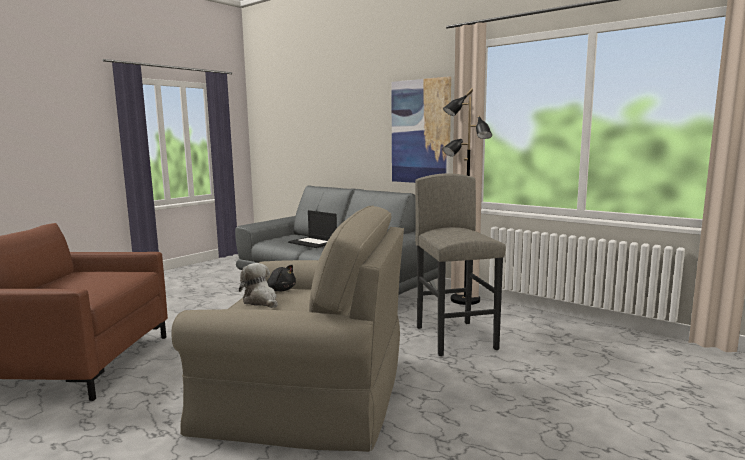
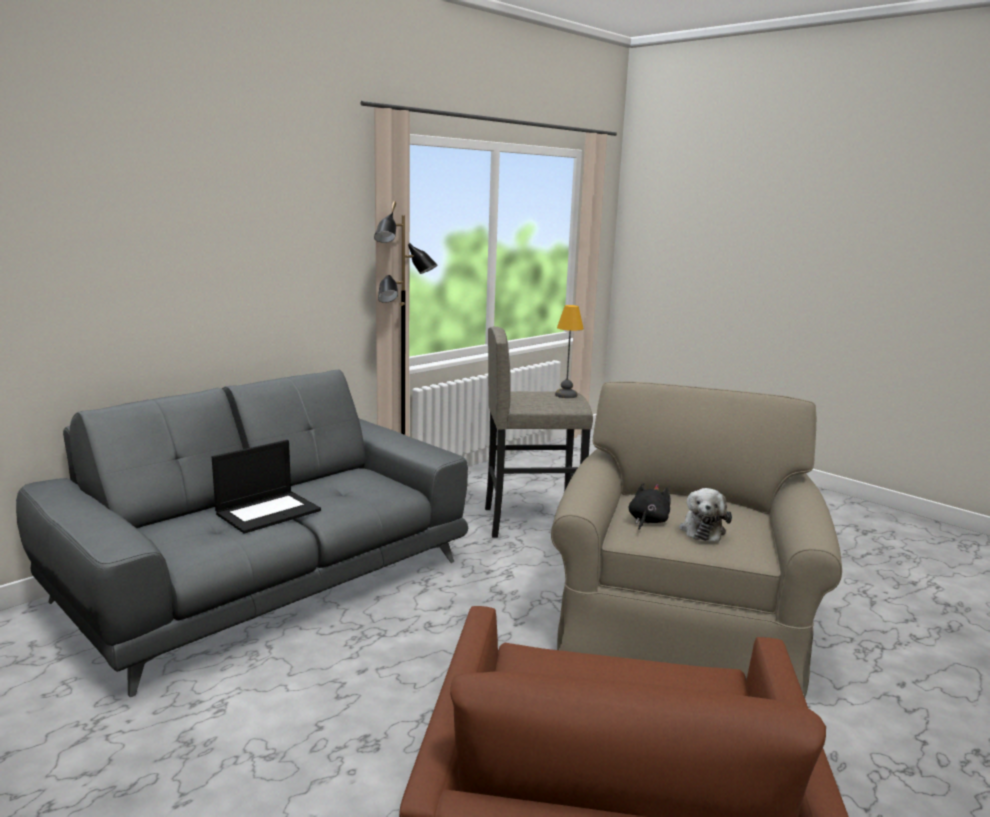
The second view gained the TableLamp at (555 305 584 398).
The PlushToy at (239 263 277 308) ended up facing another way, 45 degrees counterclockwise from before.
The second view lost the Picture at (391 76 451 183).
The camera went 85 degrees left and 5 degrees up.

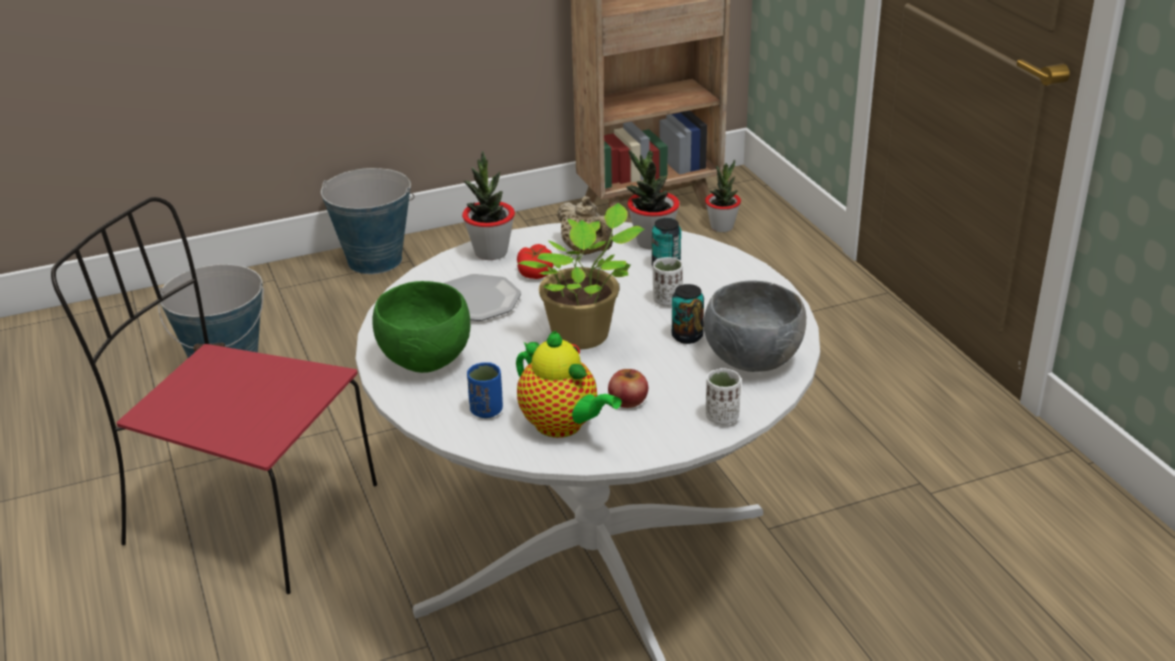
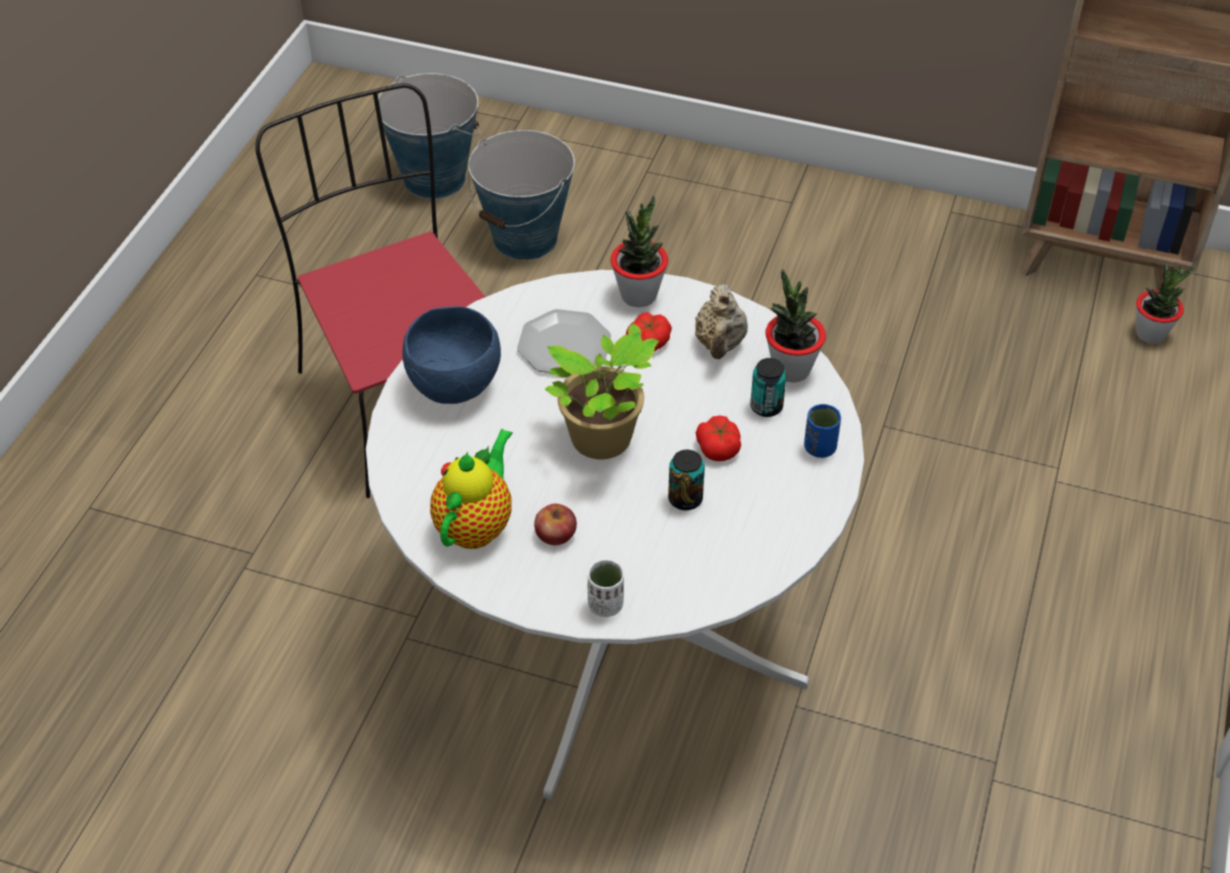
The Bucket ended up elsewhere, having gone from (321 168 415 274) to (378 73 481 199).
What was the GreenBowl at (372 281 470 373) turned into the BlueBowl at (402 306 501 404).
The Teapot at (516 331 622 438) ended up facing another way, 150 degrees counterclockwise from before.
Where the WhiteCup stood at (653 257 683 307), the Tomato came to stand at (696 416 741 461).
The BlueCup ended up elsewhere, having gone from (467 362 503 418) to (804 404 841 458).
The second view lost the GreyBowl at (703 280 806 372).
The camera went 40 degrees right and 15 degrees up.

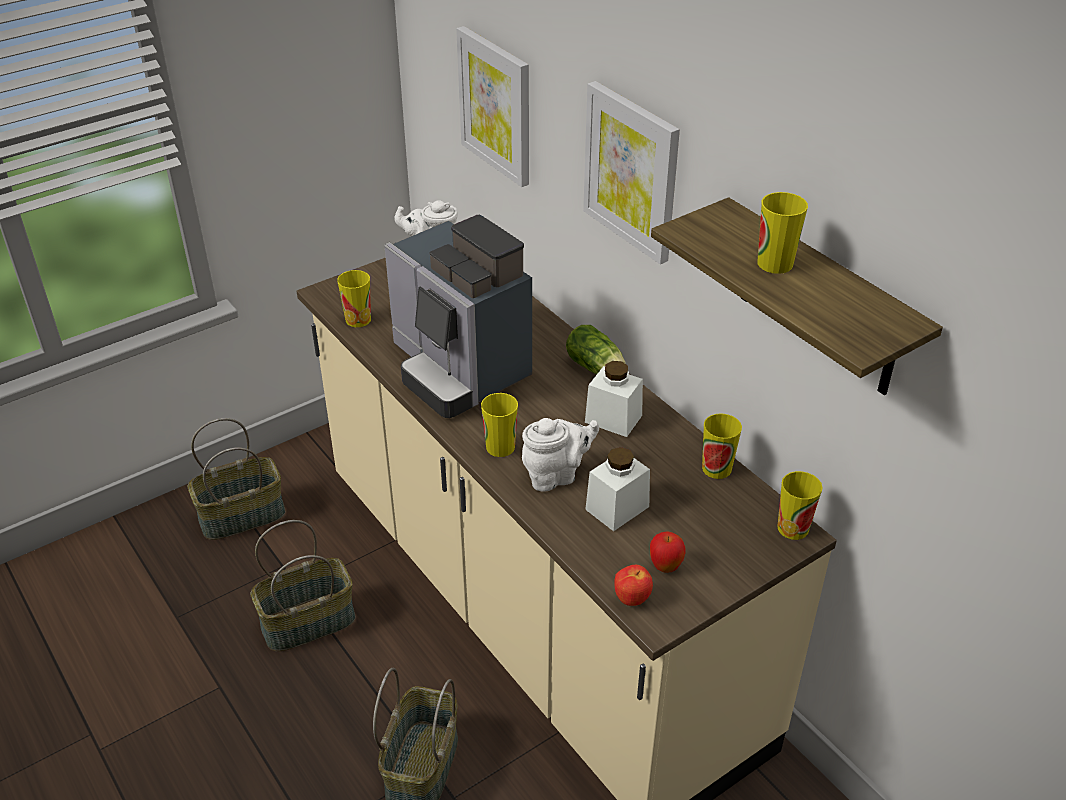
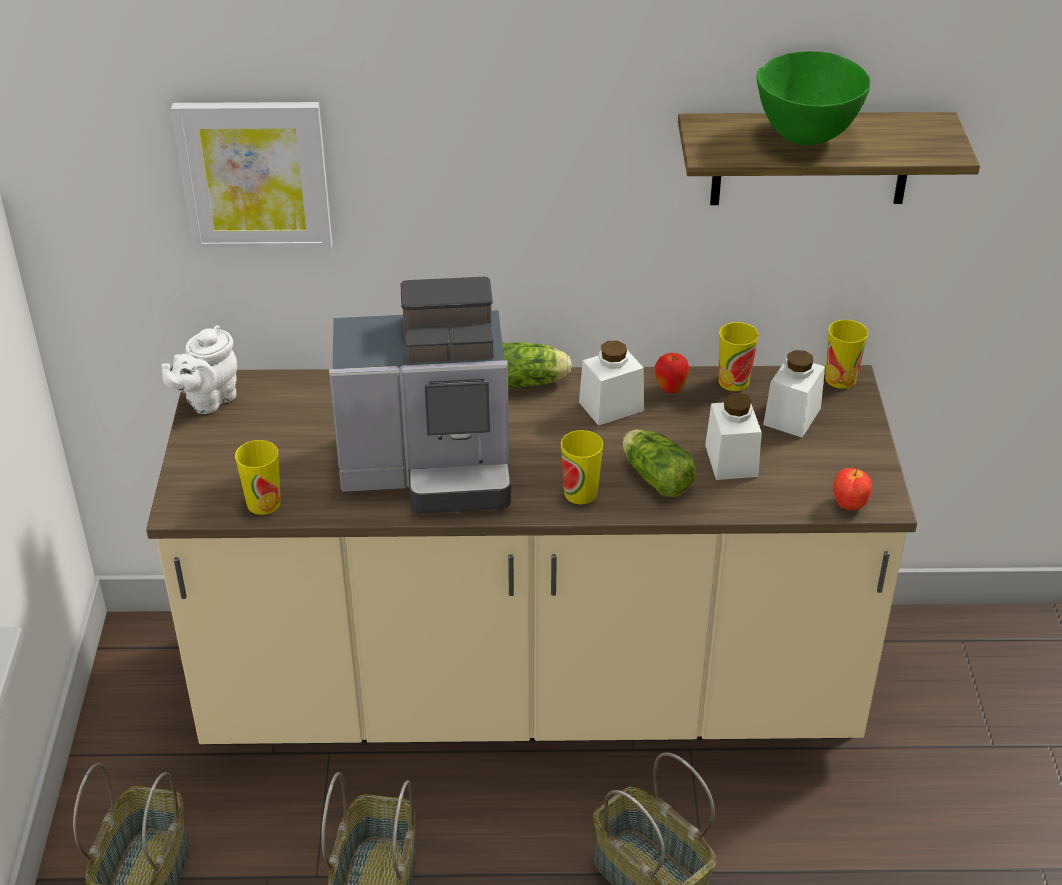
Where the WhiteTeapot stood at (522 418 599 492), the Lettuce came to stand at (623 429 697 497).
The Apple ended up elsewhere, having gone from (650 531 686 573) to (655 353 689 393).
Where the Cup stood at (758 192 808 274), the GreenBowl came to stand at (757 51 870 145).
The second view gained the WhiteJar at (763 350 825 437).
The second view lost the Picture at (583 81 680 264).
The camera went 55 degrees left and 0 degrees up.

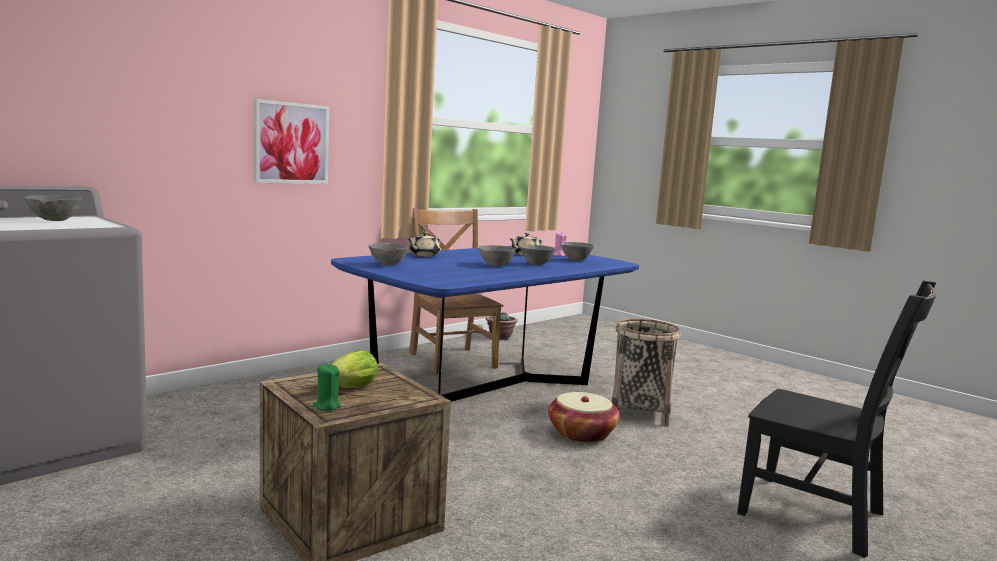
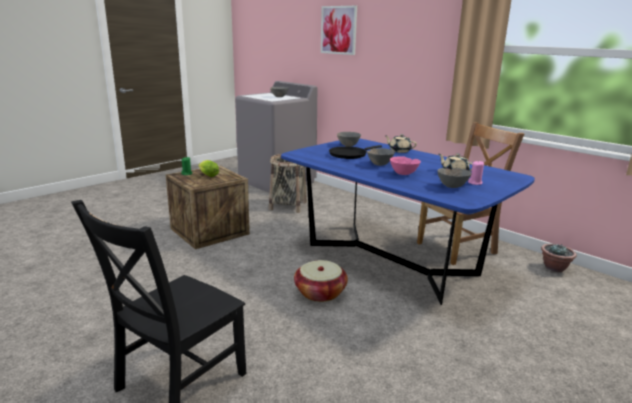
The Basket ended up elsewhere, having gone from (611 319 681 426) to (269 154 307 213).
The Picture ended up elsewhere, having gone from (254 99 329 184) to (321 6 357 55).
The second view gained the BlackFryingPan at (329 145 382 159).
What was the GreyBowl at (520 245 556 265) turned into the PinkBowl at (390 156 421 175).
The camera went 90 degrees right and 10 degrees up.

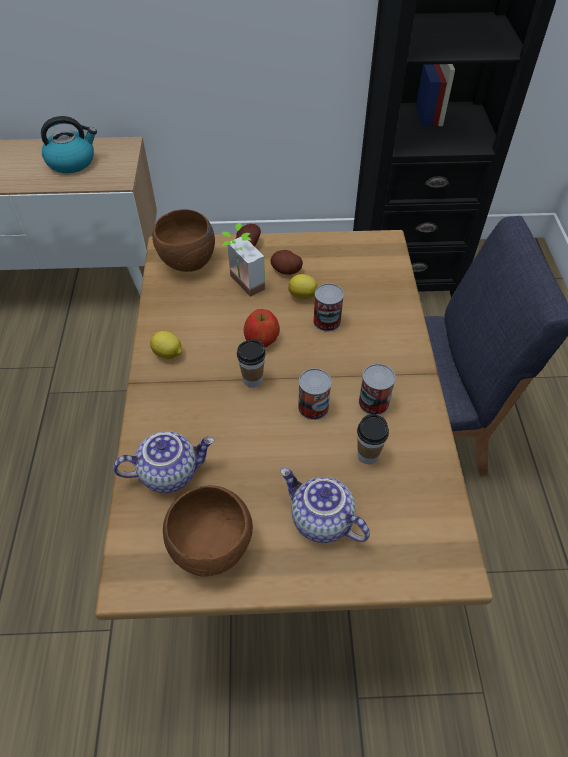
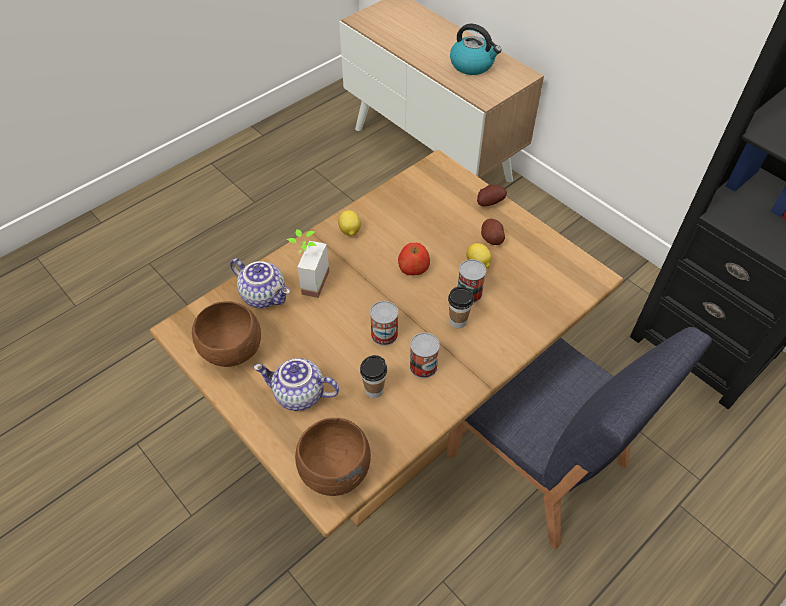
The Teapot at (280 468 370 543) ended up facing another way, 75 degrees counterclockwise from before.
The PottedPlant ended up elsewhere, having gone from (221 223 265 297) to (286 229 330 298).
The BrownBowl ended up elsewhere, having gone from (152 210 215 272) to (295 418 371 496).
The Cup ended up elsewhere, having gone from (237 340 266 388) to (448 287 474 328).
The camera went 50 degrees right and 0 degrees up.

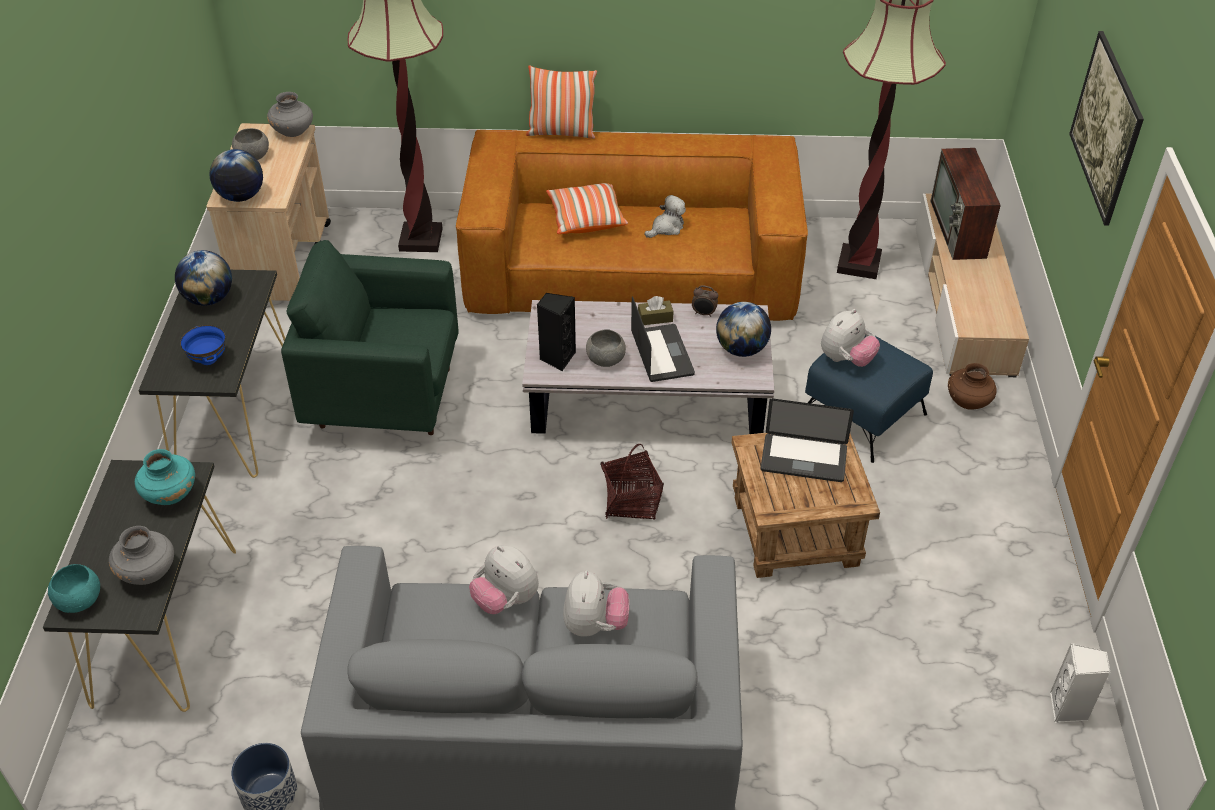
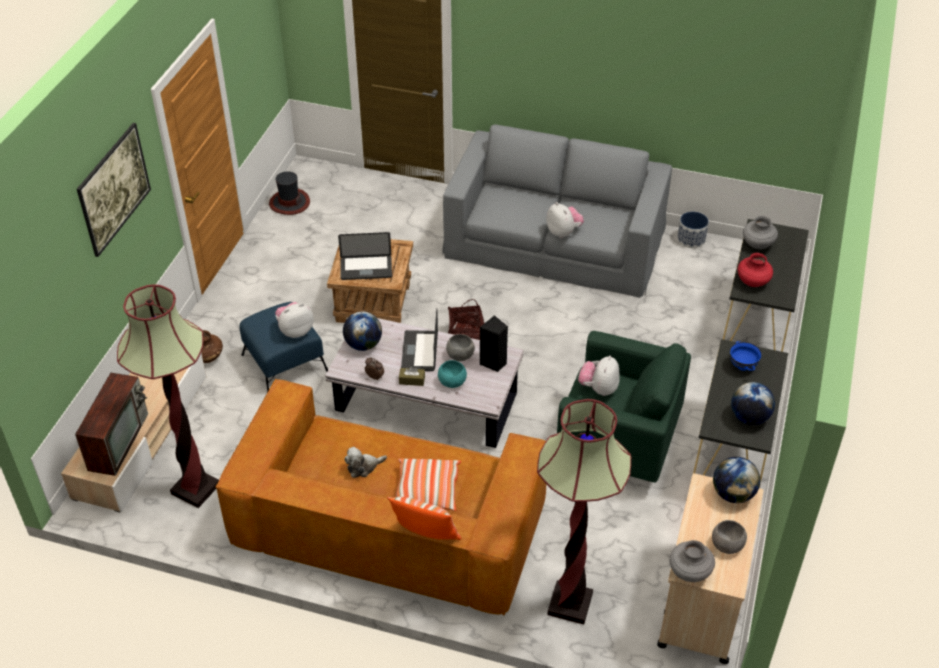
Where the WhiteSpeaker stood at (1050 643 1111 723), the Hat came to stand at (269 172 310 215).
The Laptop at (761 398 854 482) ended up facing another way, 150 degrees clockwise from before.
The TurquoiseBowl ended up elsewhere, having gone from (48 564 100 613) to (438 360 467 388).
The PlushToy ended up elsewhere, having gone from (563 570 629 637) to (578 356 620 396).
What was the TurquoiseVase at (135 449 195 505) turned into the RedVase at (738 253 773 287).
The camera went 165 degrees left and 0 degrees up.

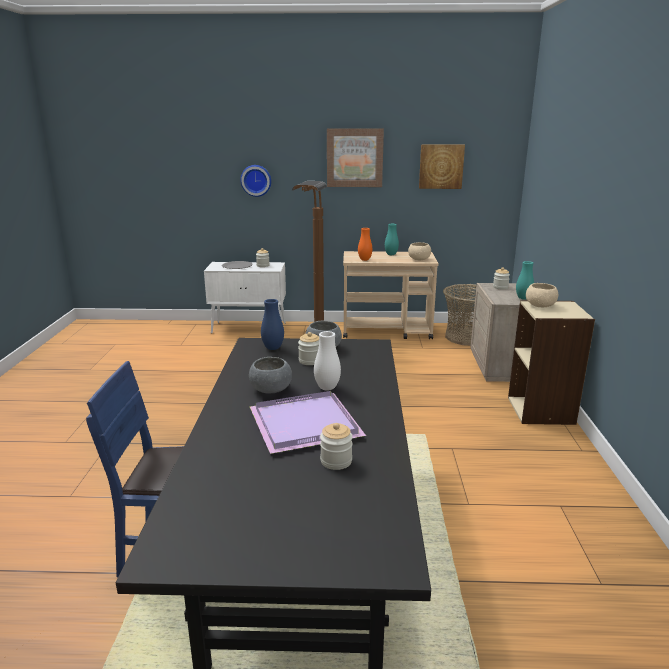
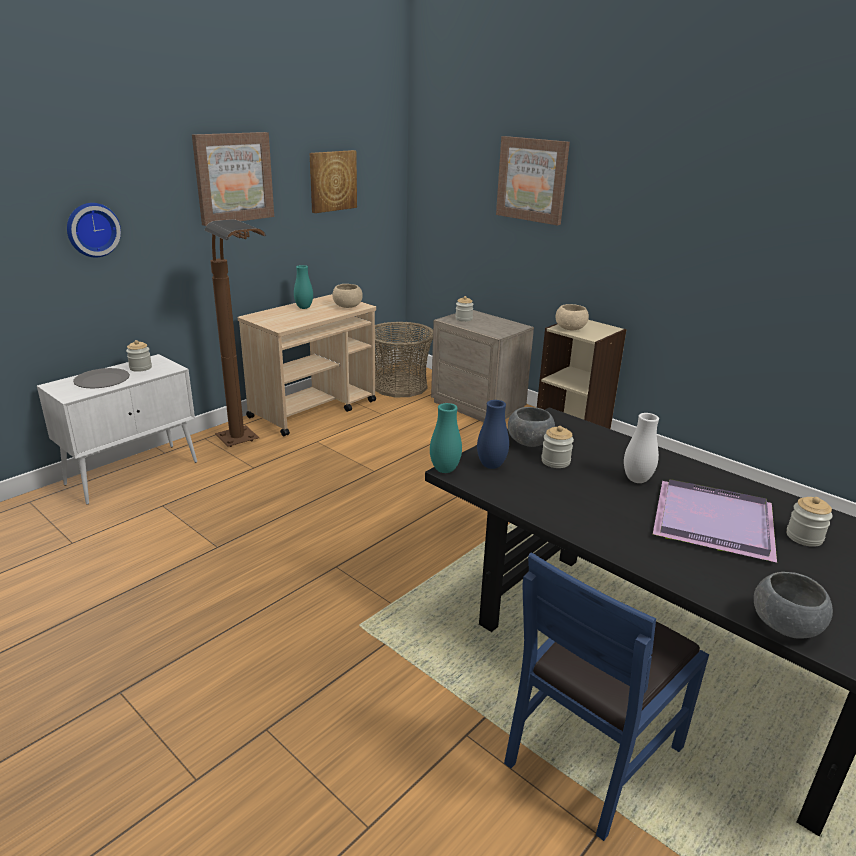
The TurquoiseVase ended up elsewhere, having gone from (516 261 534 300) to (430 403 462 473).
The second view gained the Picture at (496 136 570 225).
The GreyBowl ended up elsewhere, having gone from (249 357 292 394) to (754 572 833 639).
The second view lost the OrangeVase at (358 228 372 261).
The camera went 50 degrees left and 5 degrees up.

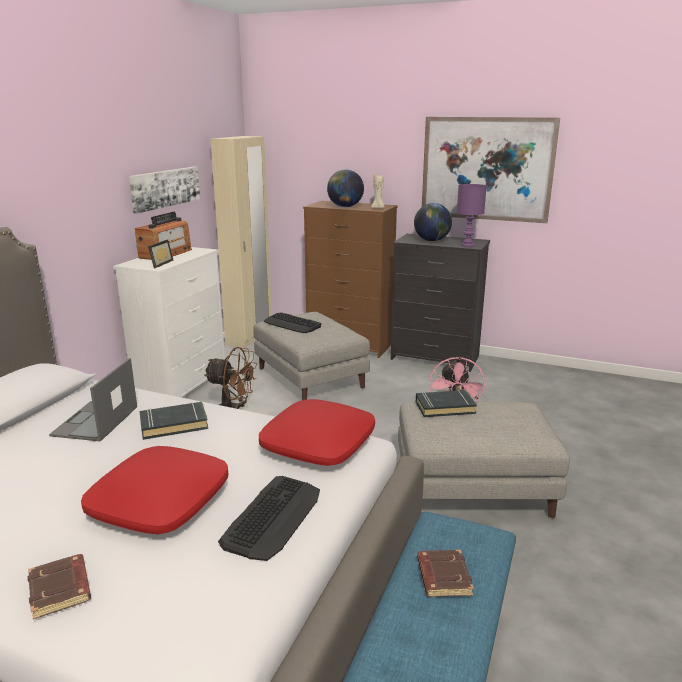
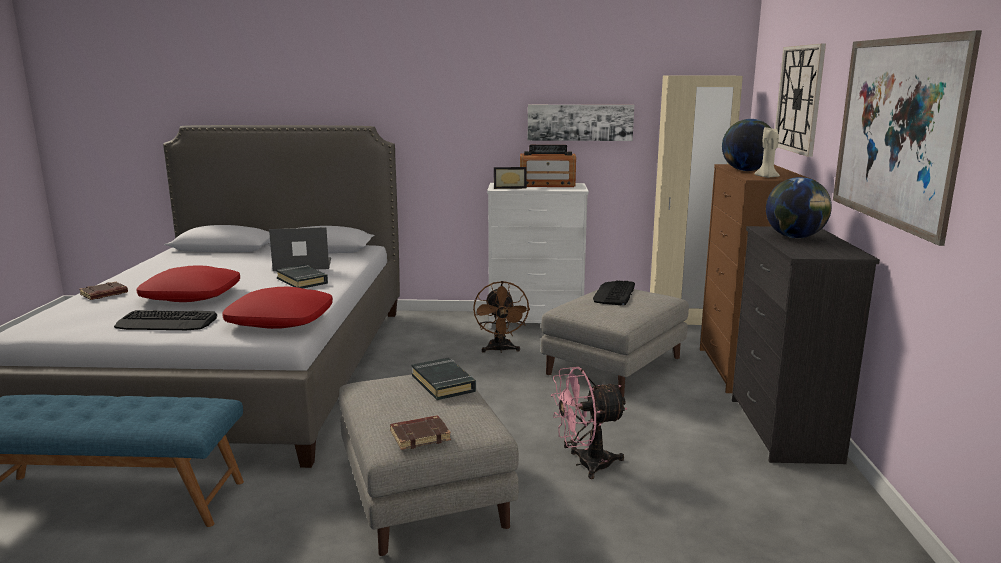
The BrownBook ended up elsewhere, having gone from (417 550 474 597) to (390 415 451 450).
The second view gained the WallClock at (775 44 826 157).
The second view lost the PurpleTableLamp at (457 184 487 247).
The camera went 70 degrees right and 5 degrees down.

